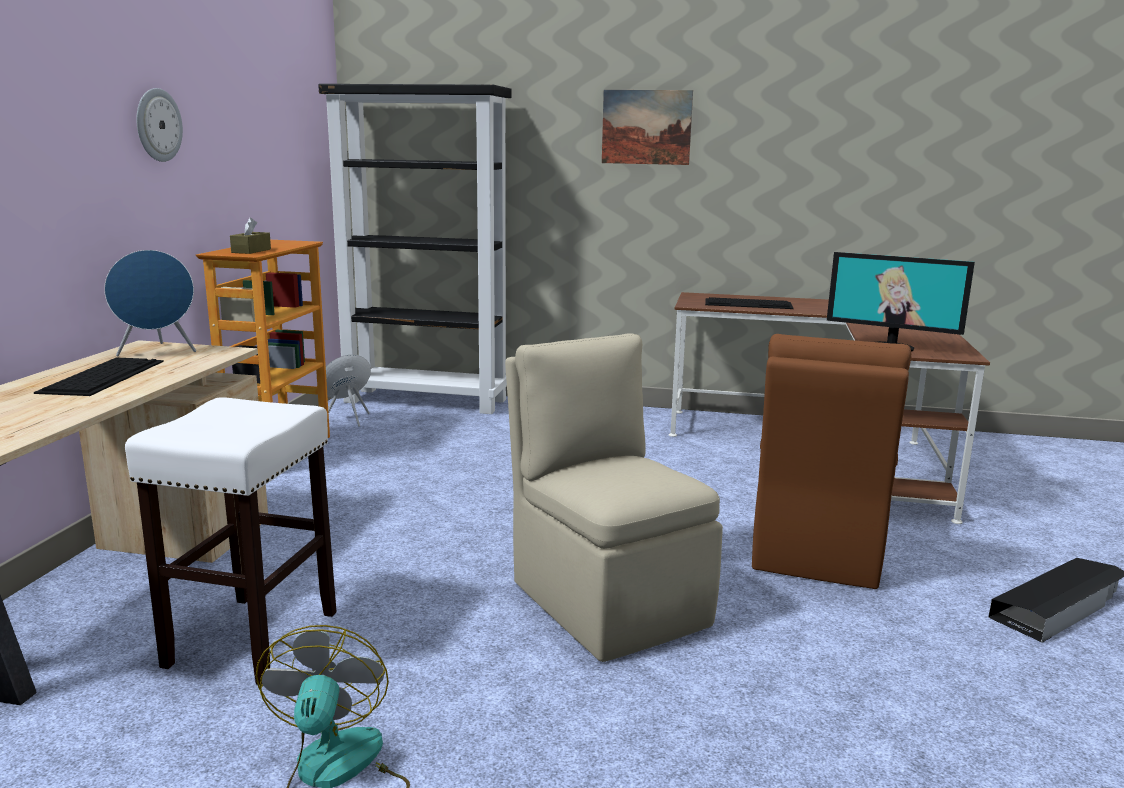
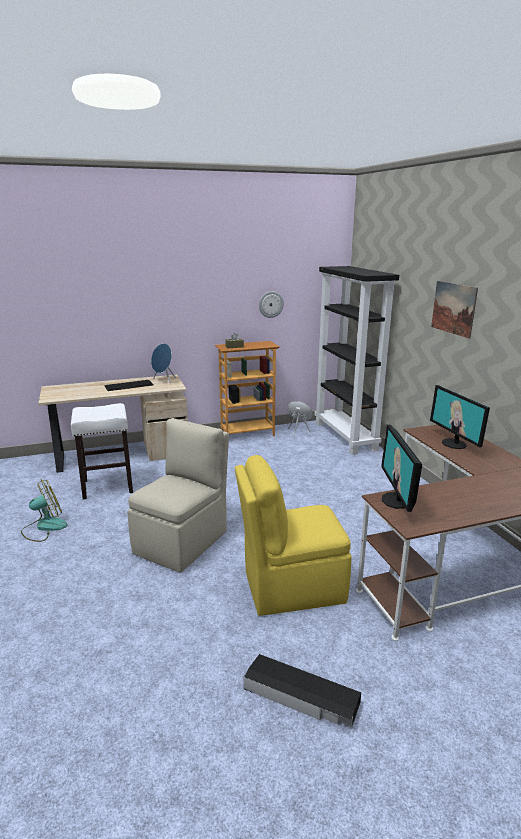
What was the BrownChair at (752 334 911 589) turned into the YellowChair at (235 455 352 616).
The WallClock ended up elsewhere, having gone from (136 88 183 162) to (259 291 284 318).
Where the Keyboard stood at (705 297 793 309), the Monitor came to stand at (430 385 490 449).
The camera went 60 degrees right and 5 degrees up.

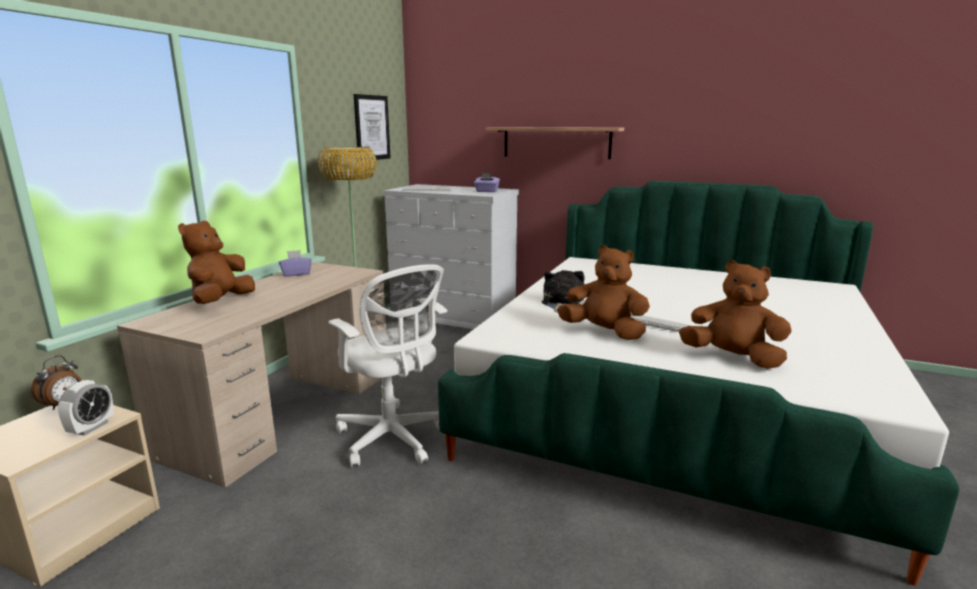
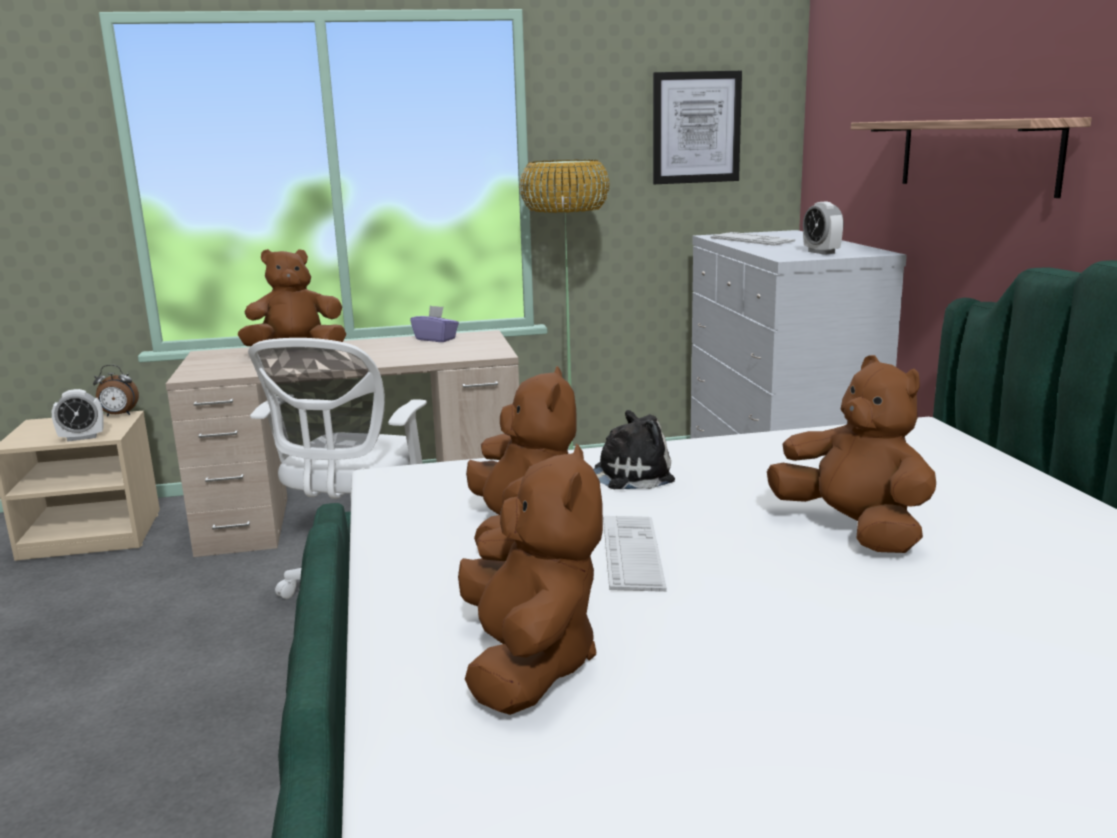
The second view gained the BrownPlushToy at (767 355 936 553).
Where the PurpleTissueBox stood at (474 173 500 192), the AlarmClock came to stand at (803 202 844 255).
The camera went 55 degrees right and 0 degrees up.

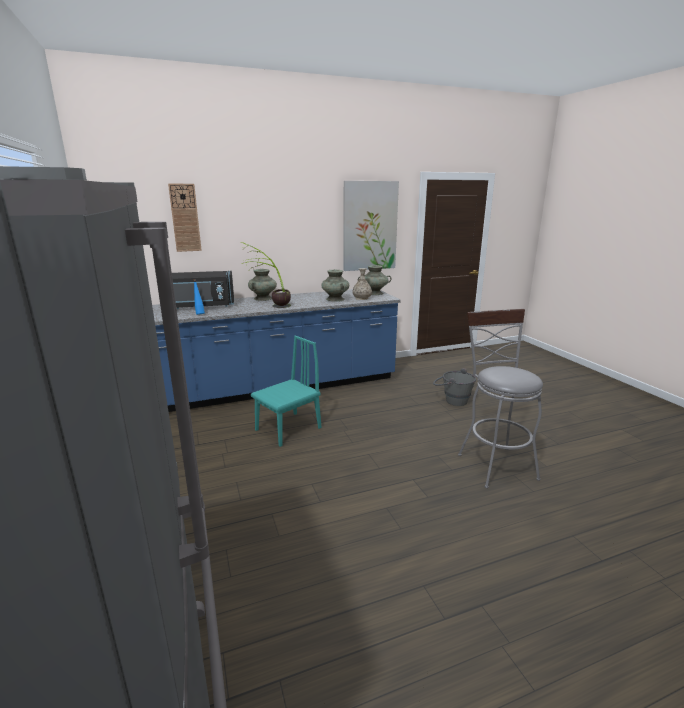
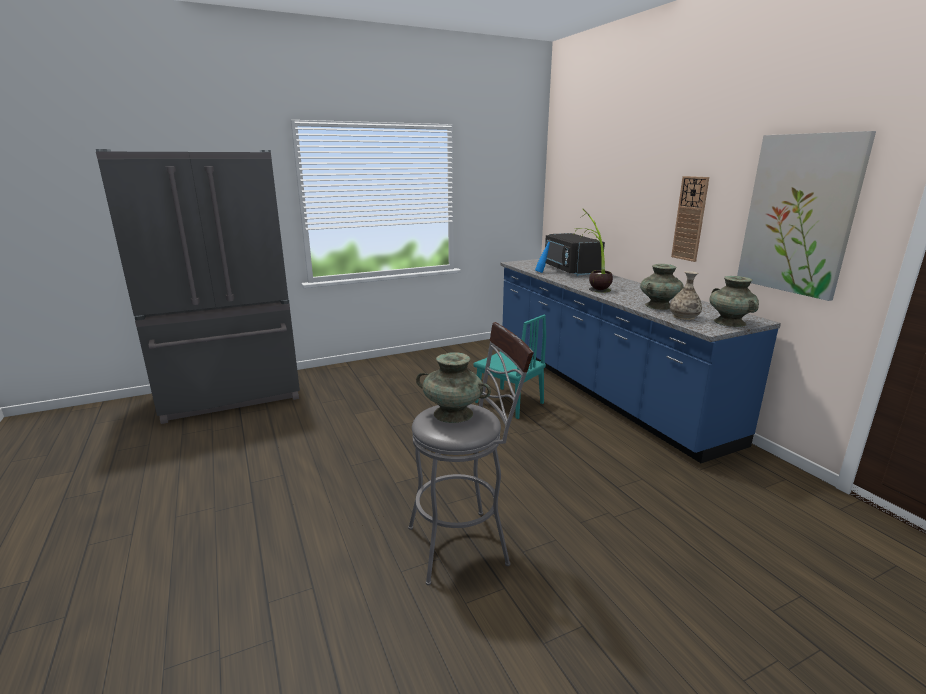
The TurquoiseVase ended up elsewhere, having gone from (248 269 277 301) to (416 352 491 423).
The WallClock ended up elsewhere, having gone from (168 184 202 252) to (671 176 709 262).
The second view lost the GreyBucket at (433 368 476 406).
The camera went 85 degrees right and 0 degrees up.

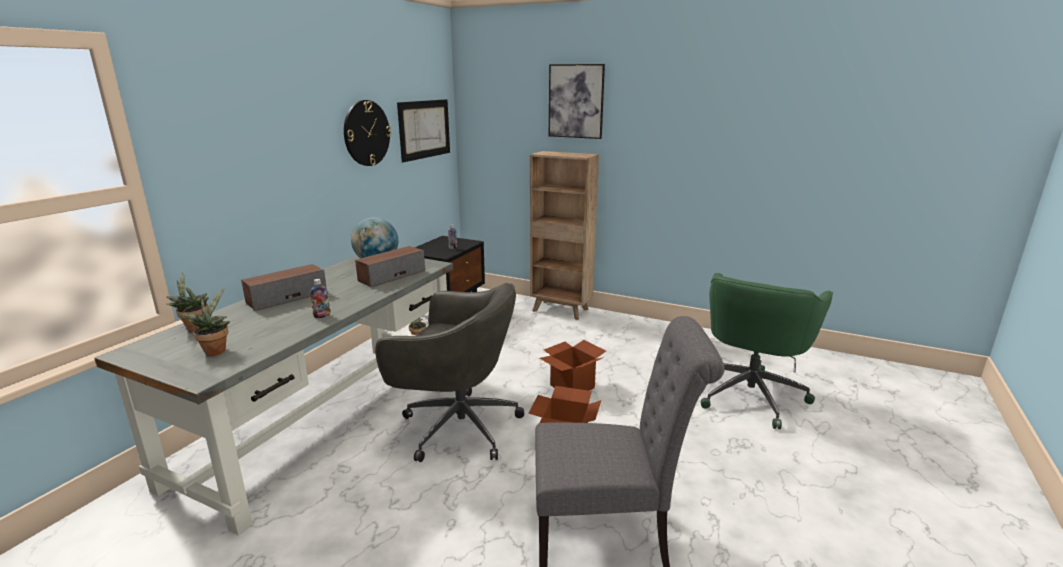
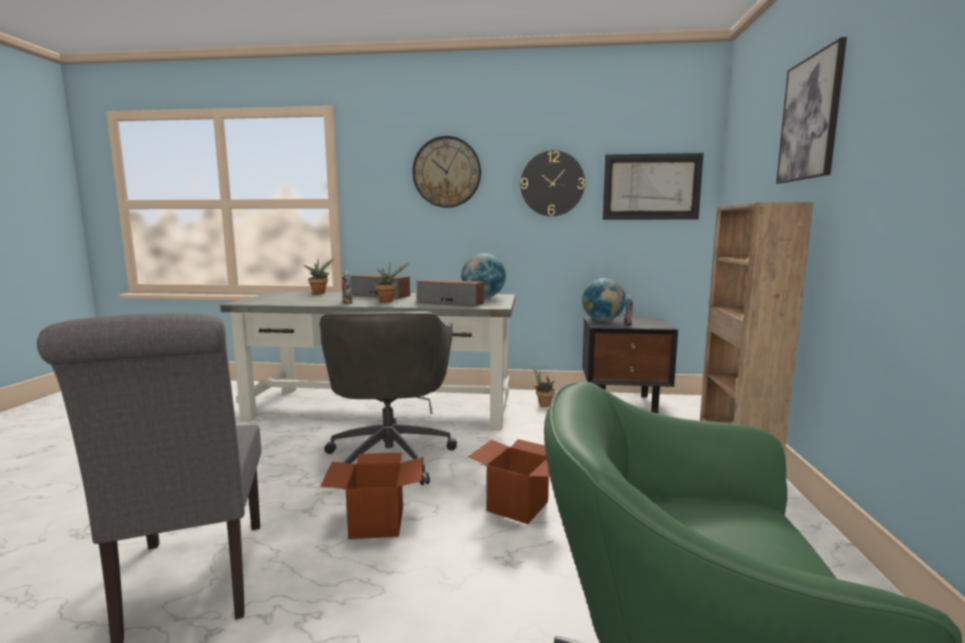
The PottedPlant ended up elsewhere, having gone from (179 288 230 356) to (375 262 410 302).
The second view gained the WallClock at (412 136 481 208).
The second view gained the Globe at (582 278 626 321).
The camera went 70 degrees right and 10 degrees down.

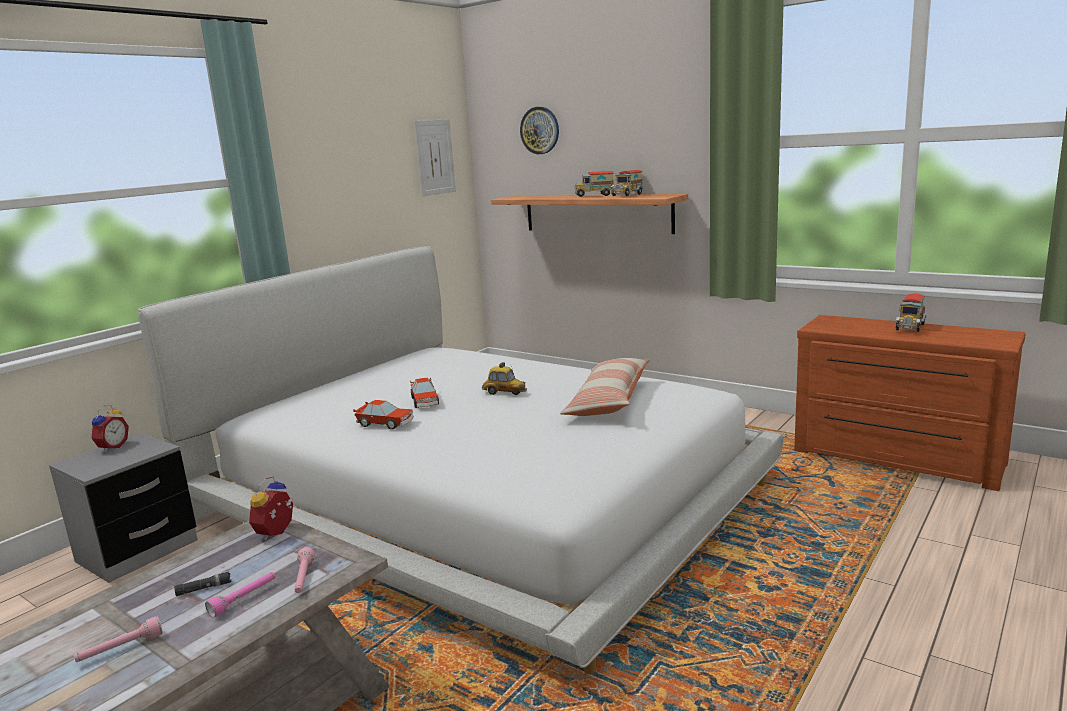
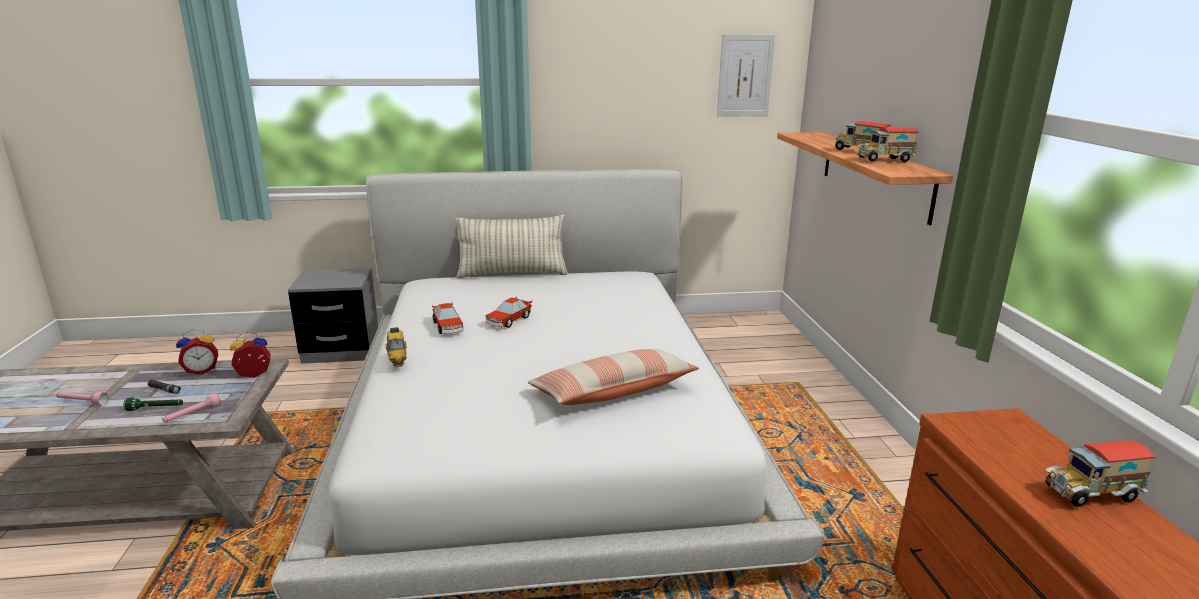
What was the PinkFlashlight at (205 572 276 618) turned into the GreenFlashlight at (124 398 183 411).
The AlarmClock ended up elsewhere, having gone from (91 405 129 452) to (176 329 218 375).
The ToyCar ended up elsewhere, having gone from (482 362 527 395) to (385 327 407 367).
The second view gained the Pillow at (455 215 568 279).
The second view lost the WallClock at (520 107 559 154).
The camera went 45 degrees right and 5 degrees up.

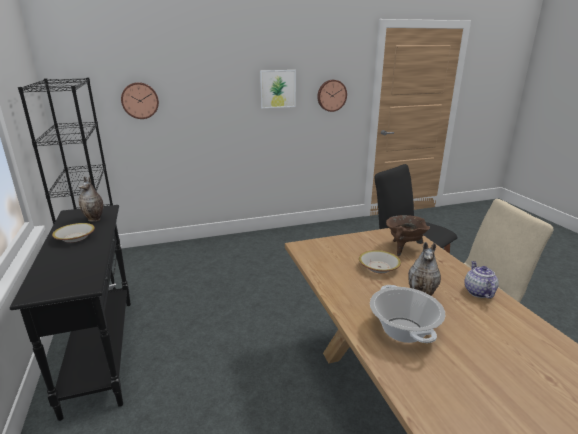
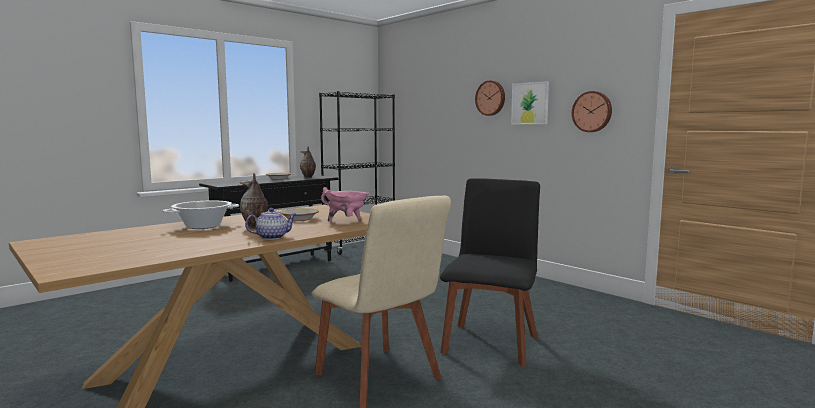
What was the BrownCookingPot at (386 215 430 256) turned into the PinkCookingPot at (321 187 369 222).
The WallClock ended up elsewhere, having gone from (121 82 159 119) to (475 80 505 116).
The camera went 65 degrees right and 15 degrees down.

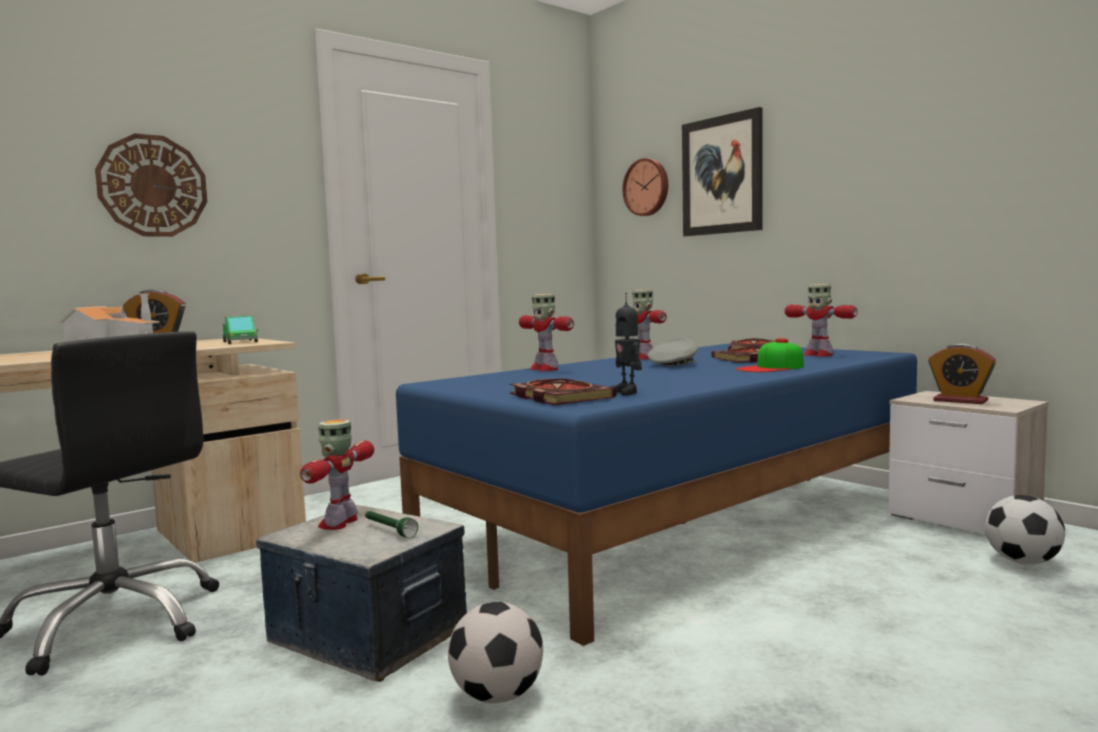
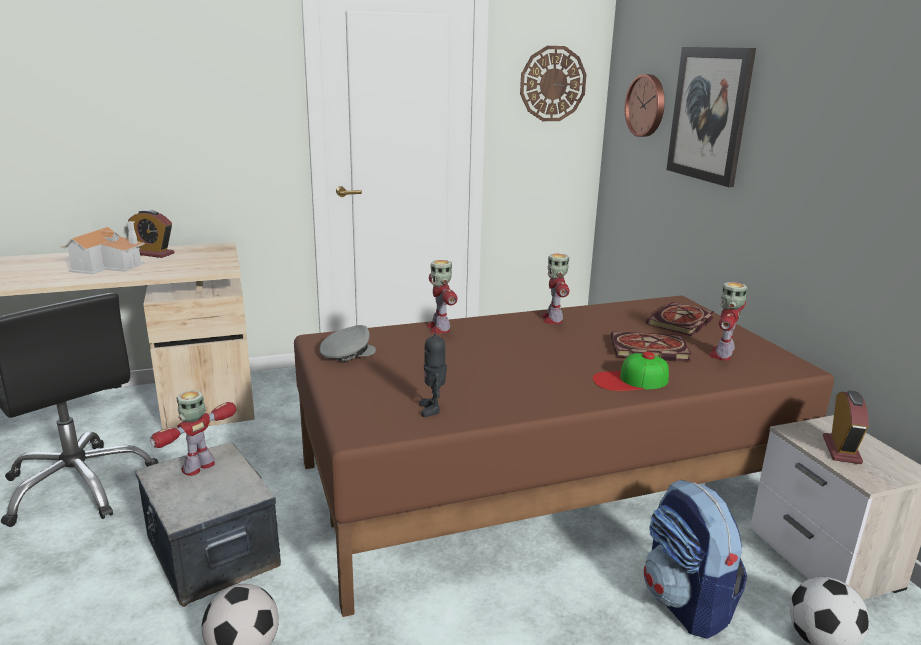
What was the BlueBed at (396 344 917 646) turned into the BrownBed at (294 296 834 617).
The GreyCap ended up elsewhere, having gone from (648 337 698 366) to (319 325 376 362).
The WallClock ended up elsewhere, having gone from (95 133 207 237) to (520 46 587 121).
The second view gained the Backpack at (644 479 747 639).
The ToyRobot at (784 284 858 357) ended up facing another way, 45 degrees clockwise from before.
The AlarmClock at (928 344 996 404) ended up facing another way, 135 degrees counterclockwise from before.
The second view lost the ToyTruck at (223 316 259 344).
The second view lost the GreenFlashlight at (365 511 418 538).
The second view lost the Book at (509 379 617 405).
The camera went 20 degrees right and 15 degrees up.

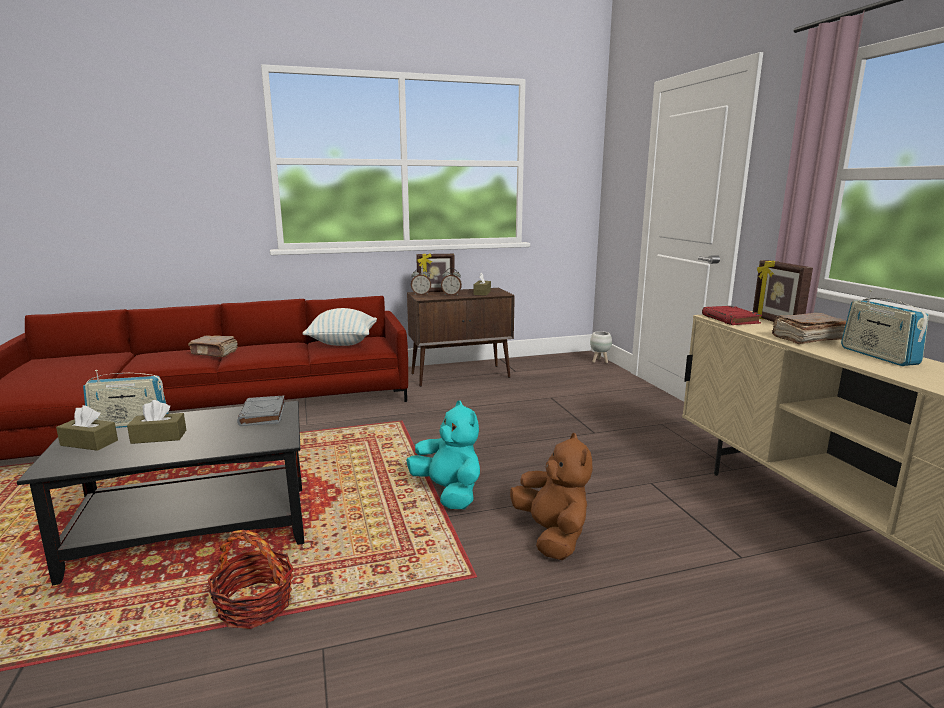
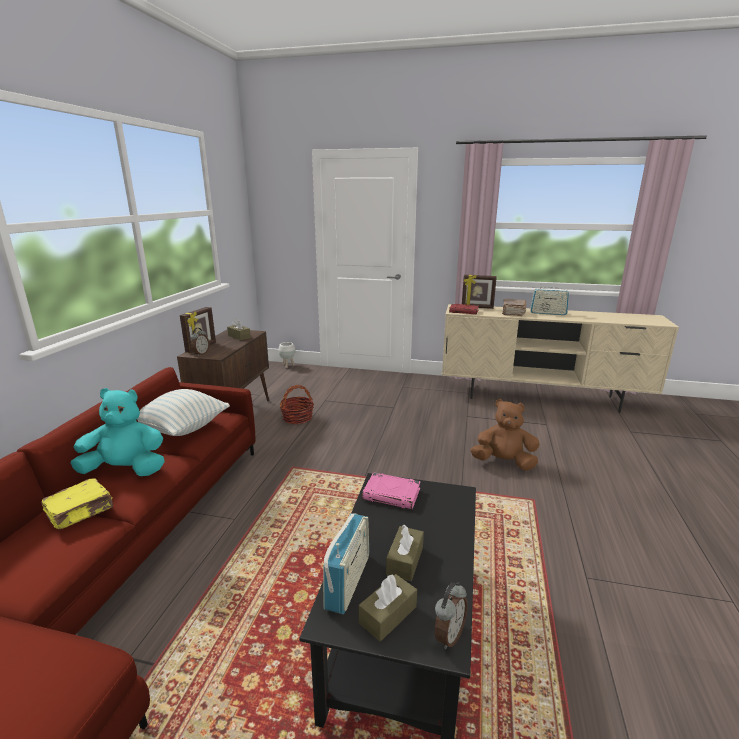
What was the BrownBook at (188 335 237 357) turned into the YellowBook at (41 478 113 529).
The TurquoisePlushToy ended up elsewhere, having gone from (406 401 480 509) to (71 388 165 476).
The Basket ended up elsewhere, having gone from (208 530 294 629) to (280 385 314 424).
What was the GreyBook at (237 395 285 426) turned into the PinkBook at (362 472 421 509).
The AlarmClock ended up elsewhere, having gone from (441 268 462 295) to (435 582 468 649).
The camera went 60 degrees left and 5 degrees up.

